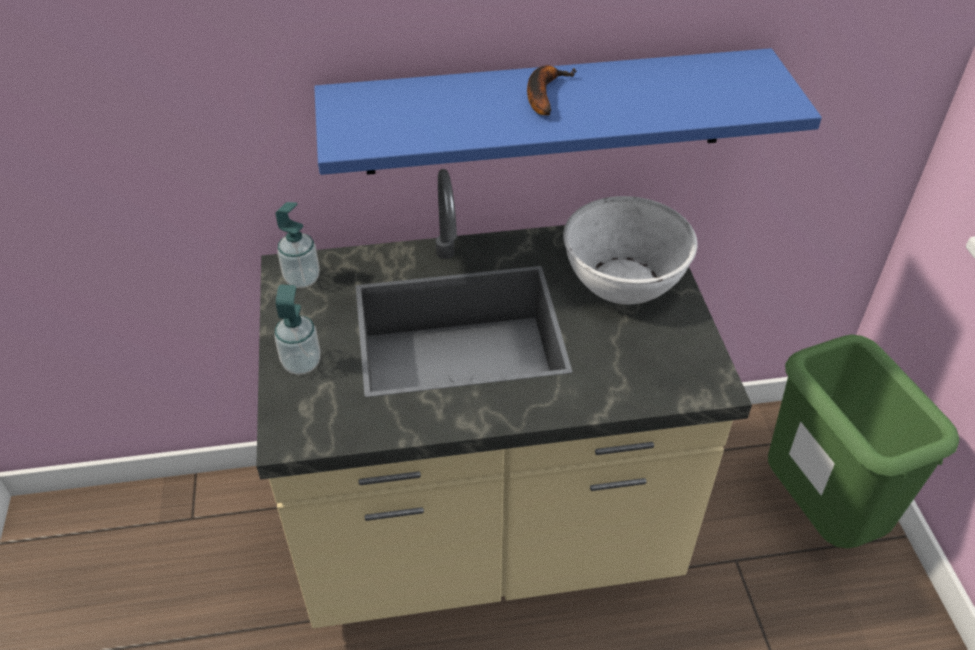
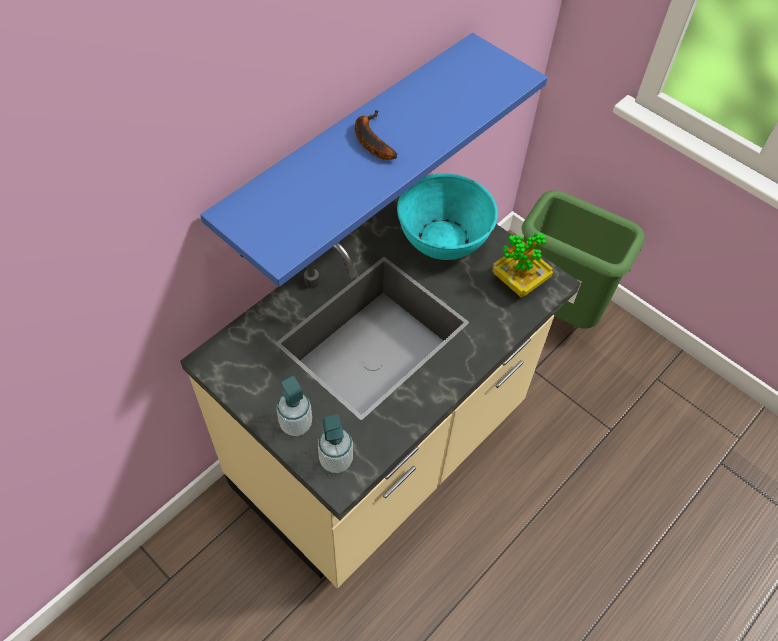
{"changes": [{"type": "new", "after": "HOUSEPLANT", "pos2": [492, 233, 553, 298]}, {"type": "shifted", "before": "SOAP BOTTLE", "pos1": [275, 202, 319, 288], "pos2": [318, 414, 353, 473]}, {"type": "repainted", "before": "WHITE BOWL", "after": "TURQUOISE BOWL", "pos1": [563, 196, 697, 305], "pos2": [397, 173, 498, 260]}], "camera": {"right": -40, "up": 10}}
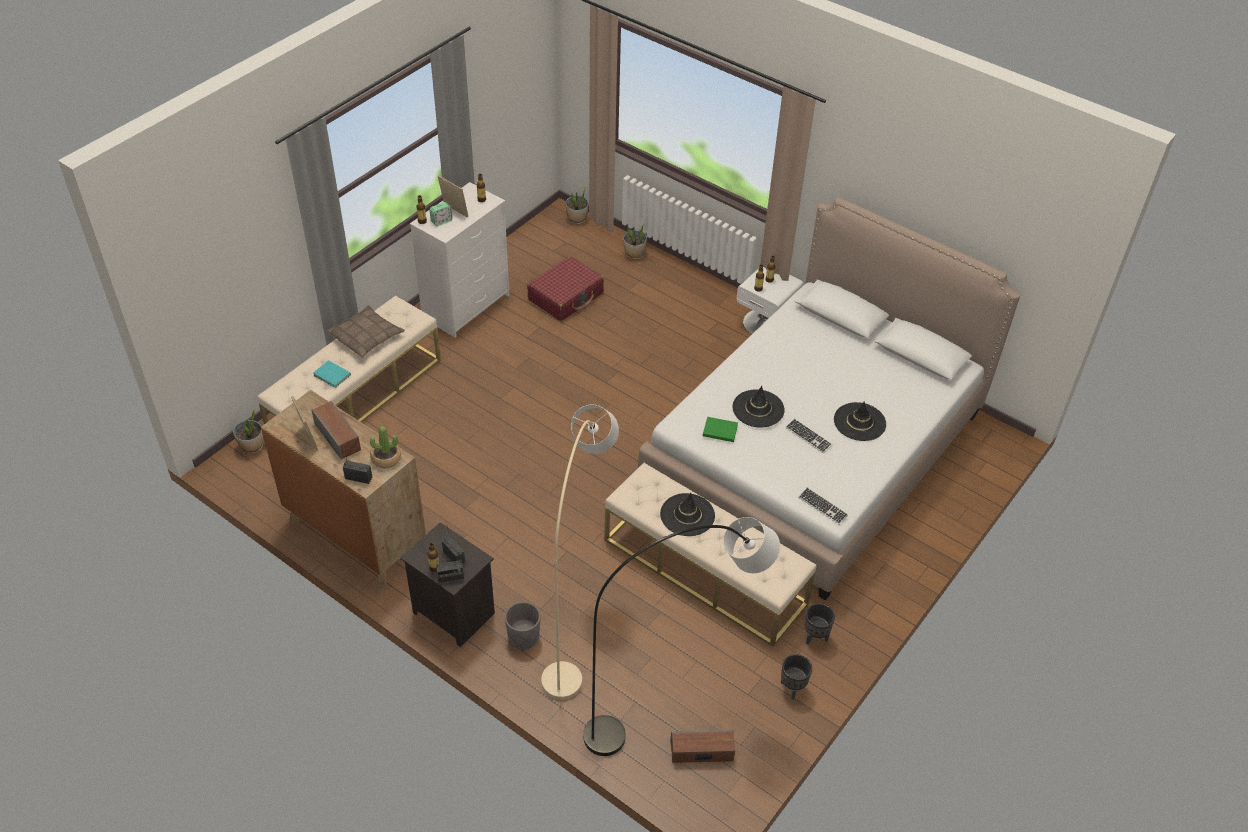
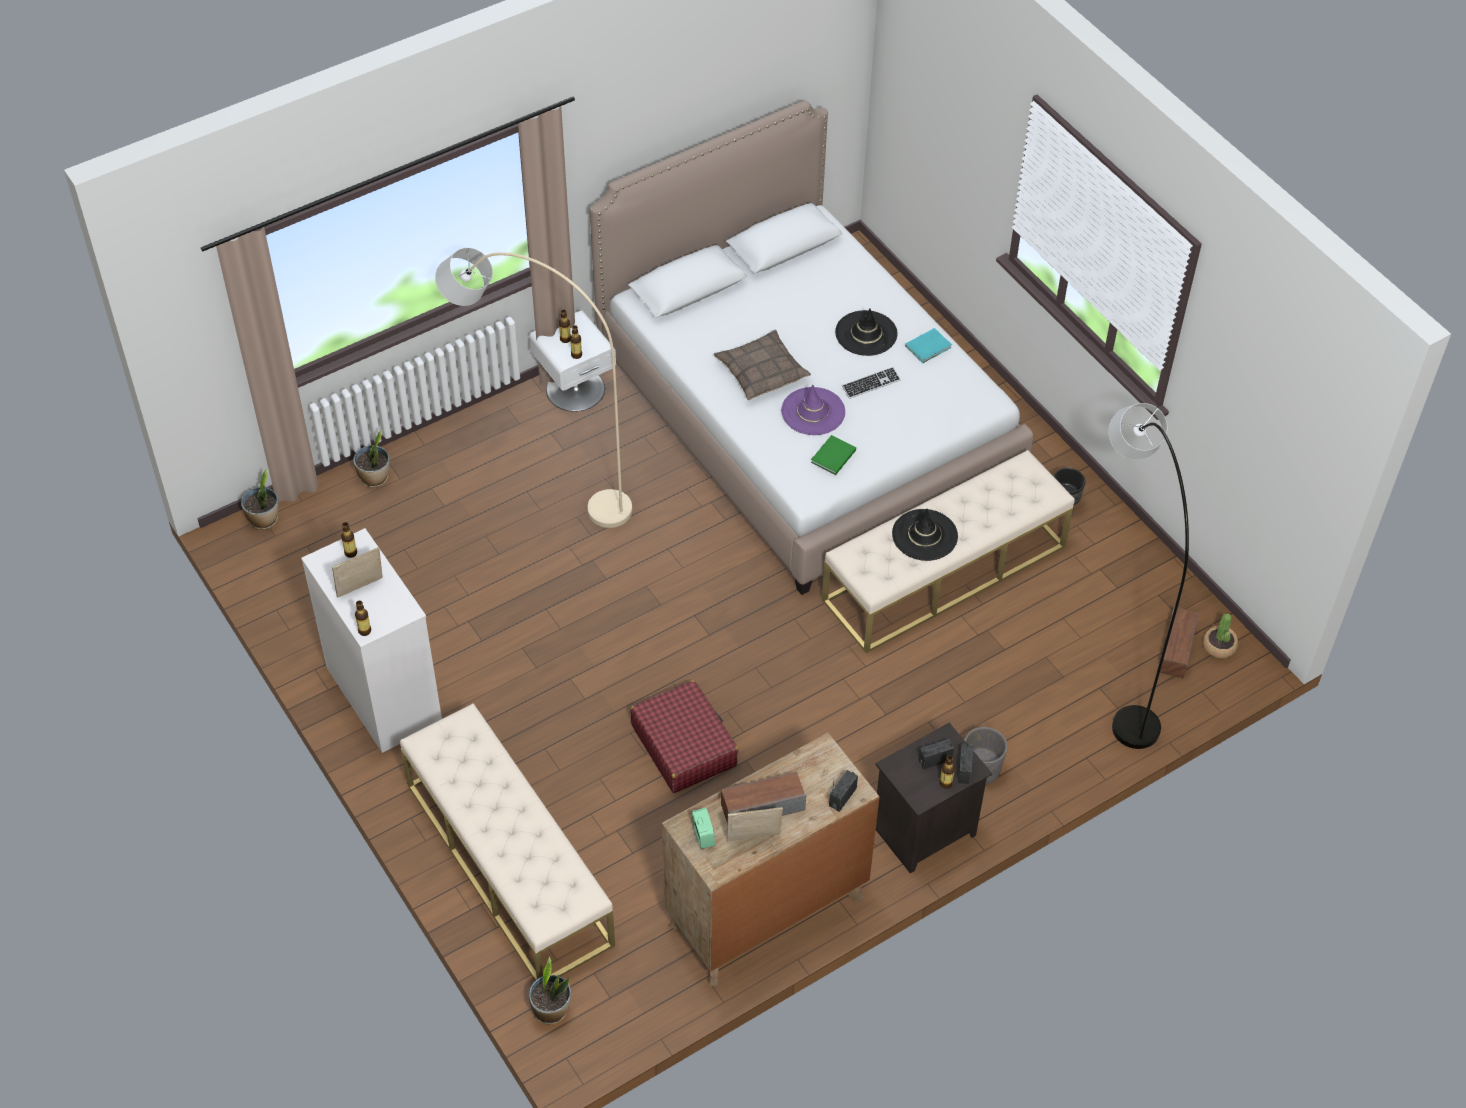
{"changes": [{"type": "gone", "before": "BLACK-COLOURED PLANTER", "pos1": [781, 654, 812, 700]}, {"type": "gone", "before": "KEYBOARD", "pos1": [798, 487, 848, 525]}, {"type": "shifted", "before": "TURQUOISE VOLUME", "pos1": [313, 360, 351, 388], "pos2": [905, 328, 952, 363]}, {"type": "shifted", "before": "PILLOW", "pos1": [326, 305, 405, 358], "pos2": [714, 330, 811, 400]}, {"type": "shifted", "before": "HOUSEPLANT", "pos1": [370, 426, 401, 468], "pos2": [1203, 613, 1238, 659]}, {"type": "shifted", "before": "ALARM CLOCK", "pos1": [429, 202, 452, 226], "pos2": [692, 808, 715, 849]}, {"type": "shifted", "before": "REDDISH TRAVEL CASE", "pos1": [527, 256, 604, 321], "pos2": [630, 680, 739, 793]}, {"type": "shifted", "before": "BEIGE-COLOURED FLOOR LAMP", "pos1": [541, 405, 619, 700], "pos2": [435, 248, 632, 528]}, {"type": "repainted", "before": "BLACK-COLOURED WEARABLE HAT", "after": "PURPLE WEARABLE HAT", "pos1": [732, 386, 785, 428], "pos2": [781, 385, 845, 435]}], "camera": {"right": -70, "up": 5}}
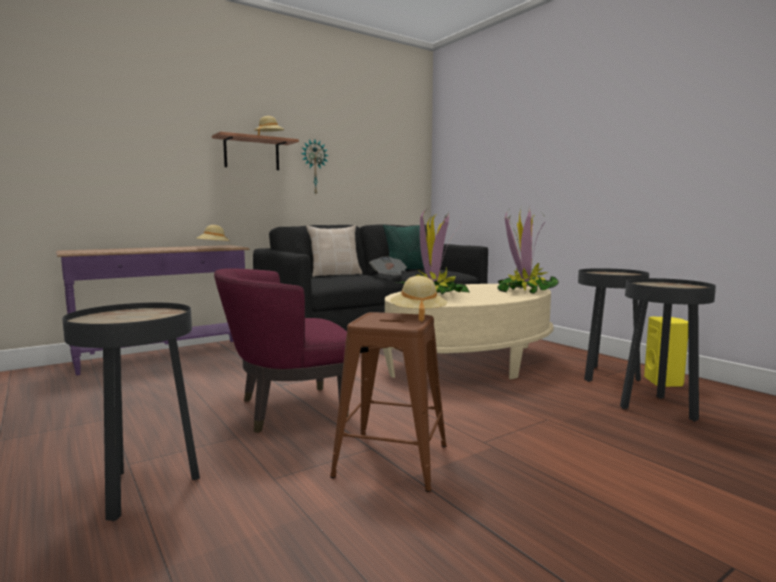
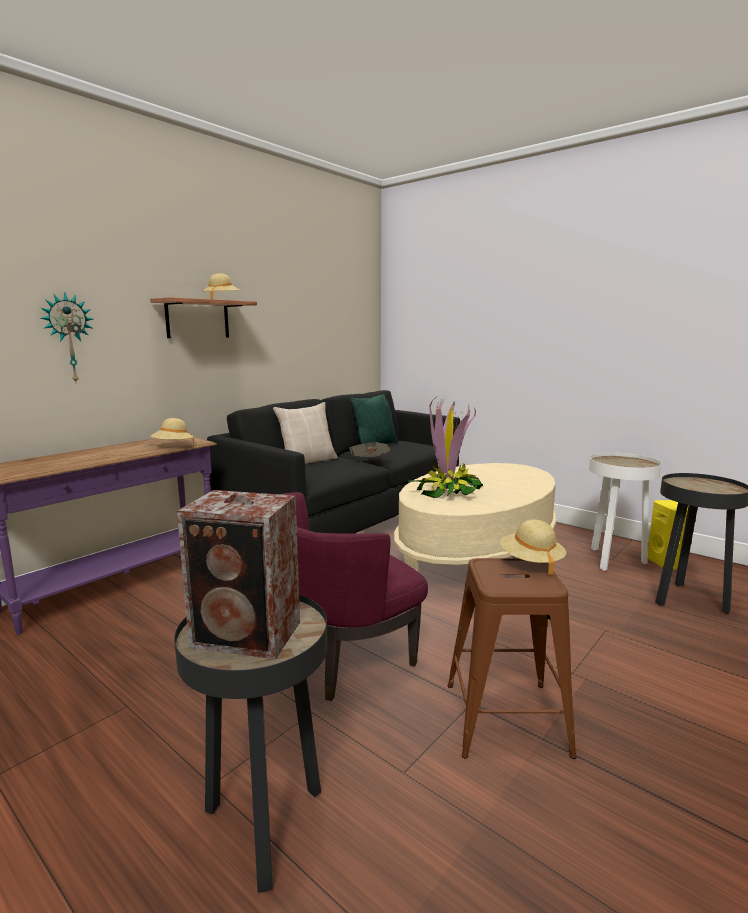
{"changes": [{"type": "gone", "before": "HOUSEPLANT", "pos1": [497, 208, 559, 294]}, {"type": "new", "after": "LOUDSPEAKER", "pos2": [177, 490, 300, 659]}, {"type": "shifted", "before": "HANGING CLOCK", "pos1": [301, 140, 329, 194], "pos2": [41, 293, 93, 384]}, {"type": "repainted", "before": "BLACK-COLOURED ACCENT TABLE", "after": "WHITE ACCENT TABLE", "pos1": [578, 268, 649, 382], "pos2": [589, 452, 662, 571]}], "camera": {"right": -15, "up": 5}}
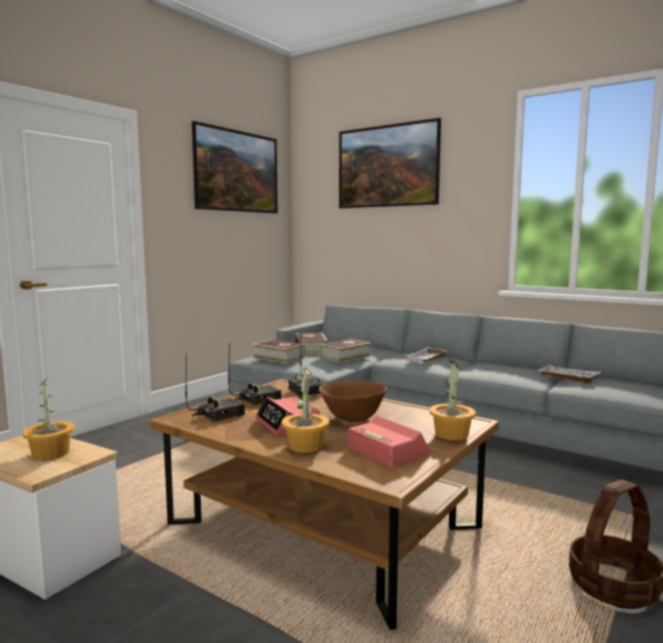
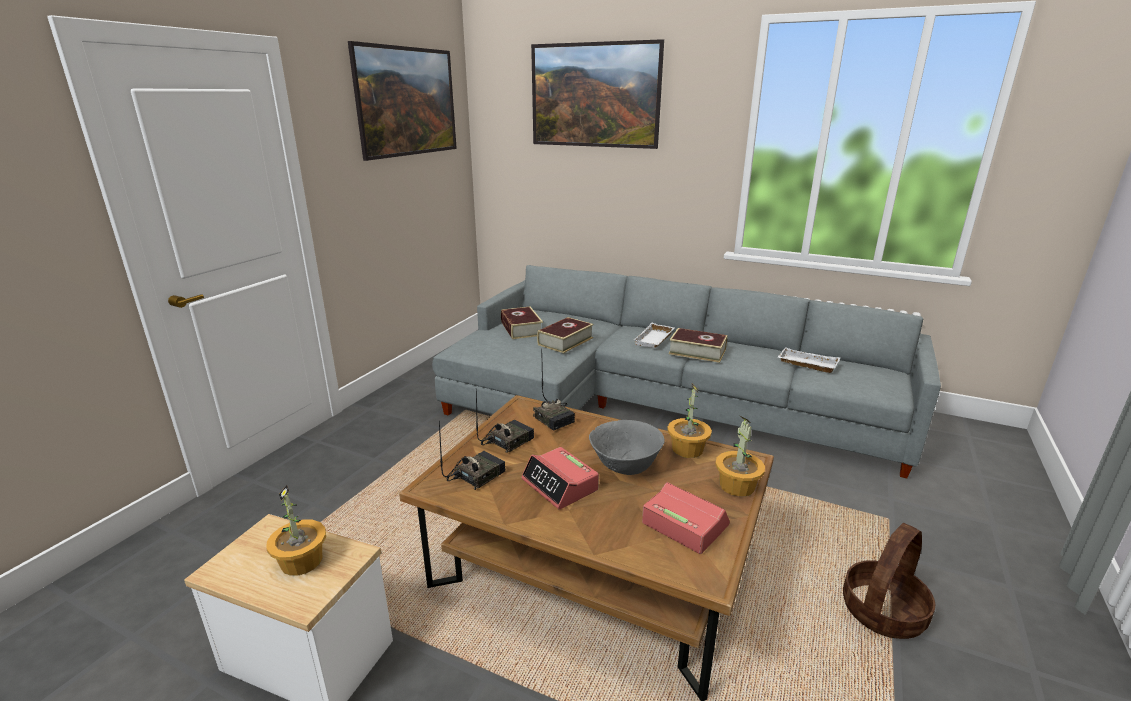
{"changes": [{"type": "shifted", "before": "VOLUME", "pos1": [252, 340, 305, 363], "pos2": [668, 328, 728, 363]}, {"type": "shifted", "before": "HOUSEPLANT", "pos1": [281, 368, 329, 453], "pos2": [667, 384, 712, 458]}, {"type": "repainted", "before": "BROWN BOWL", "after": "GREY BOWL", "pos1": [319, 380, 387, 422], "pos2": [589, 420, 665, 475]}], "camera": {"right": -10, "up": 15}}
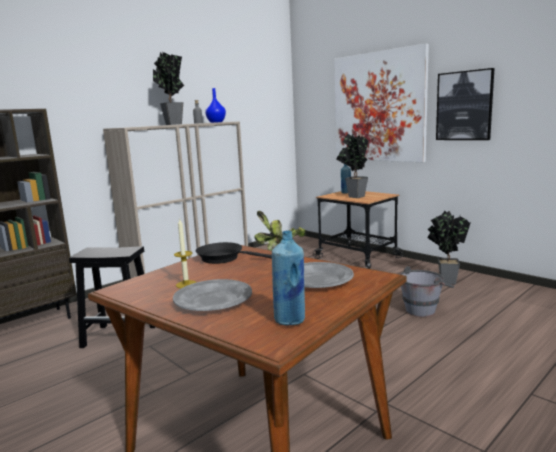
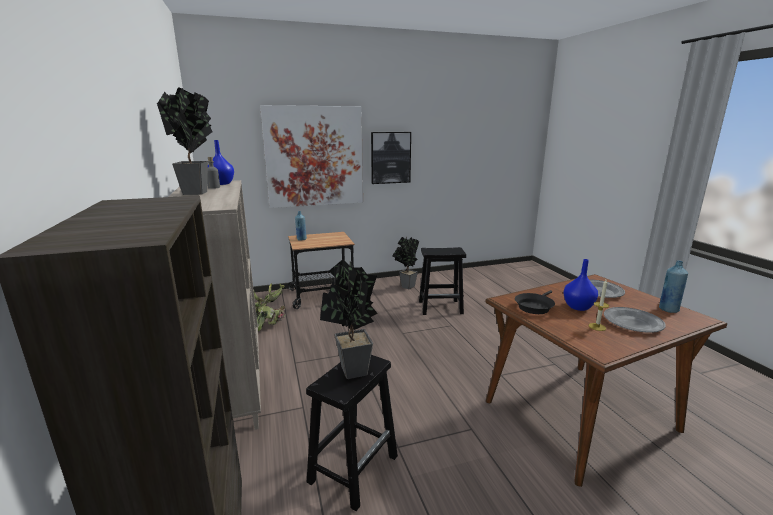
{"changes": [{"type": "new", "after": "BLUE-COLOURED DECORATIVE VASE", "pos2": [563, 259, 598, 311]}, {"type": "shifted", "before": "HOUSEPLANT", "pos1": [336, 133, 369, 198], "pos2": [320, 259, 378, 379]}, {"type": "swapped", "before": "GREY WATER BUCKET", "after": "BLACK-COLOURED SITTING STOOL", "pos1": [400, 266, 454, 317], "pos2": [419, 247, 466, 315]}], "camera": {"right": -65, "up": 5}}
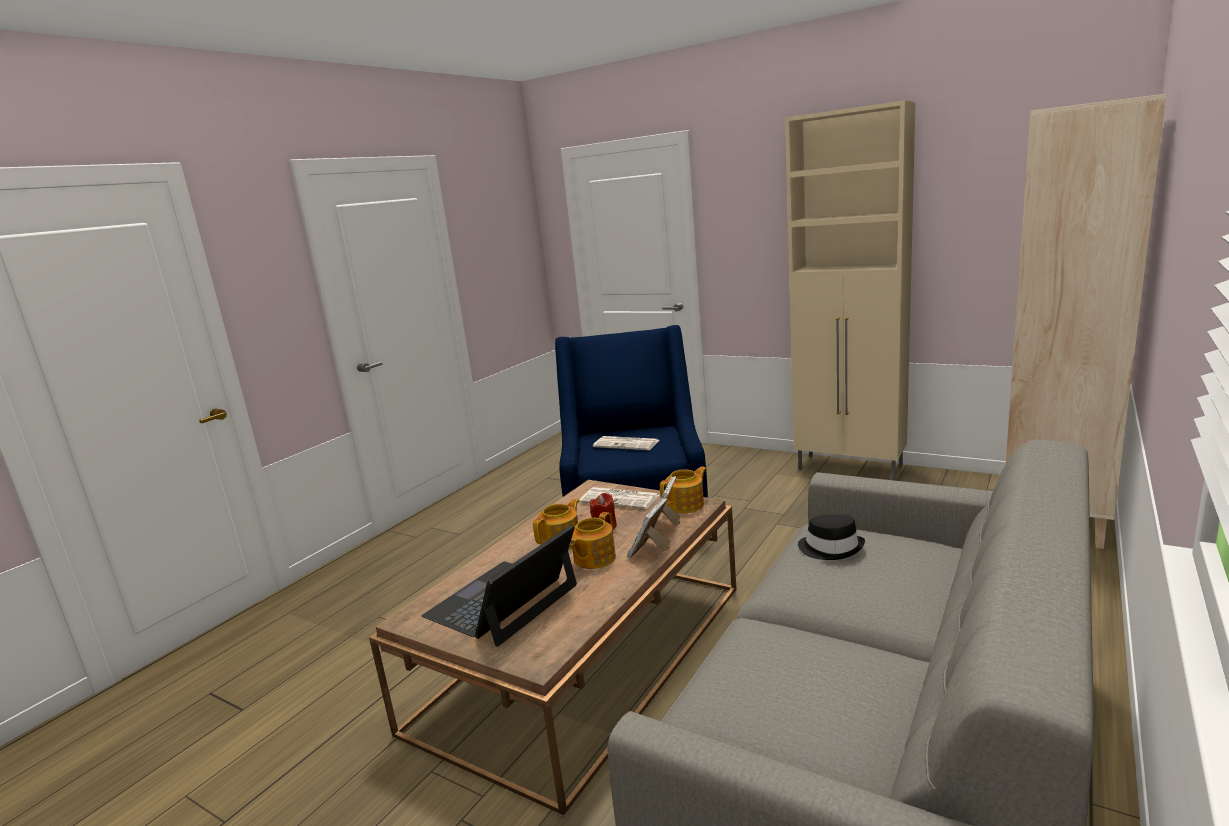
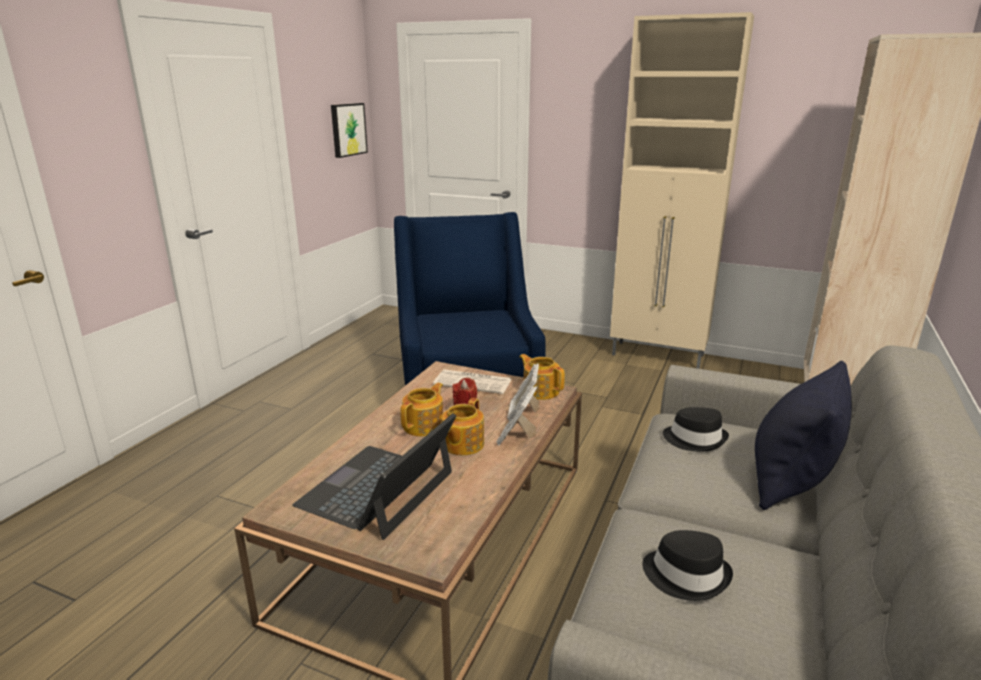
{"changes": [{"type": "gone", "before": "PRINTED PAPER", "pos1": [593, 436, 660, 450]}, {"type": "new", "after": "WALL PICTURE", "pos2": [331, 103, 368, 158]}, {"type": "new", "after": "BLACK-COLOURED WEARABLE HAT", "pos2": [642, 530, 733, 601]}, {"type": "new", "after": "BLACK-COLOURED PILLOW", "pos2": [755, 361, 852, 510]}, {"type": "rotated", "before": "TEAPOT", "pos1": [660, 466, 707, 513], "pos2": [519, 354, 565, 400], "turn": -90}], "camera": {"right": -10, "up": 5}}
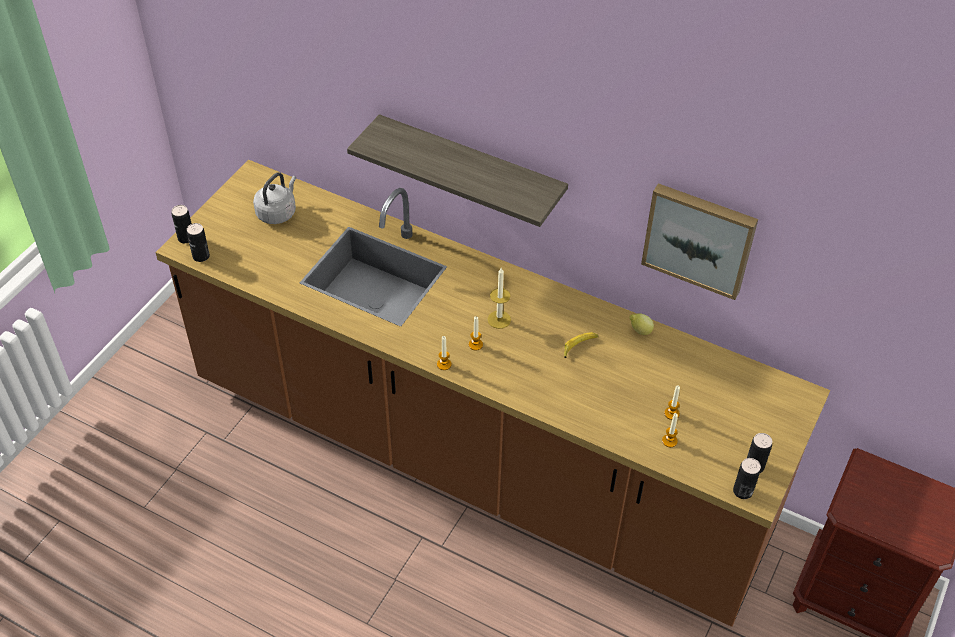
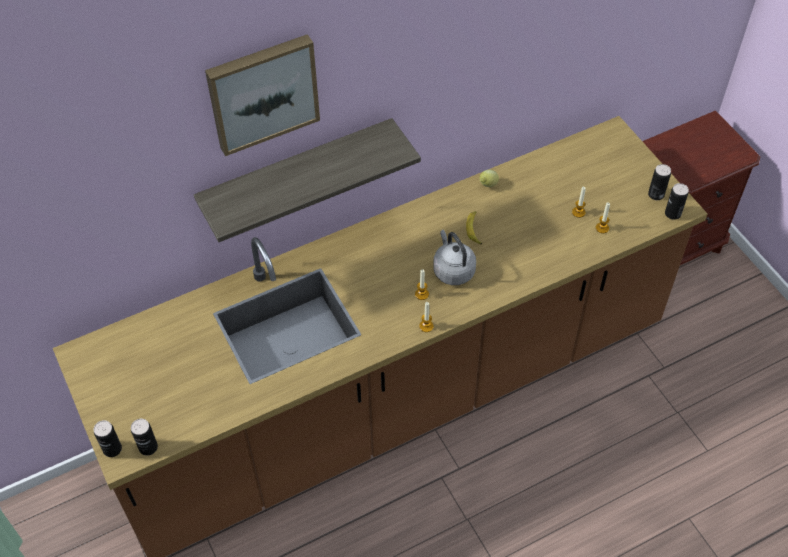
{"changes": [{"type": "gone", "before": "WAX LIGHT", "pos1": [488, 268, 511, 329]}, {"type": "shifted", "before": "GREY WATER KETTLE", "pos1": [253, 172, 296, 224], "pos2": [433, 230, 476, 285]}, {"type": "shifted", "before": "WALL PICTURE", "pos1": [641, 183, 758, 300], "pos2": [205, 34, 320, 156]}], "camera": {"right": -55, "up": 5}}
